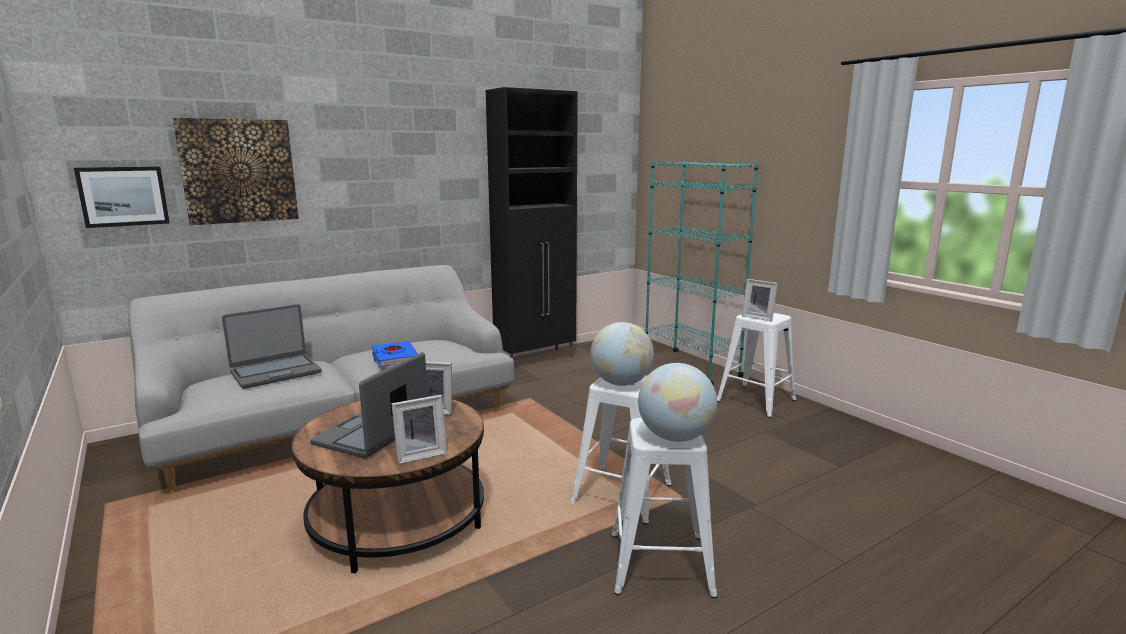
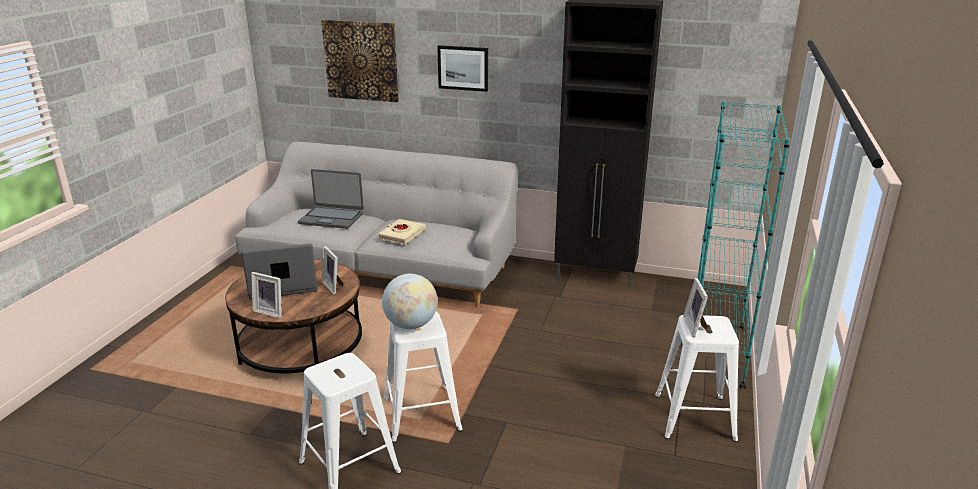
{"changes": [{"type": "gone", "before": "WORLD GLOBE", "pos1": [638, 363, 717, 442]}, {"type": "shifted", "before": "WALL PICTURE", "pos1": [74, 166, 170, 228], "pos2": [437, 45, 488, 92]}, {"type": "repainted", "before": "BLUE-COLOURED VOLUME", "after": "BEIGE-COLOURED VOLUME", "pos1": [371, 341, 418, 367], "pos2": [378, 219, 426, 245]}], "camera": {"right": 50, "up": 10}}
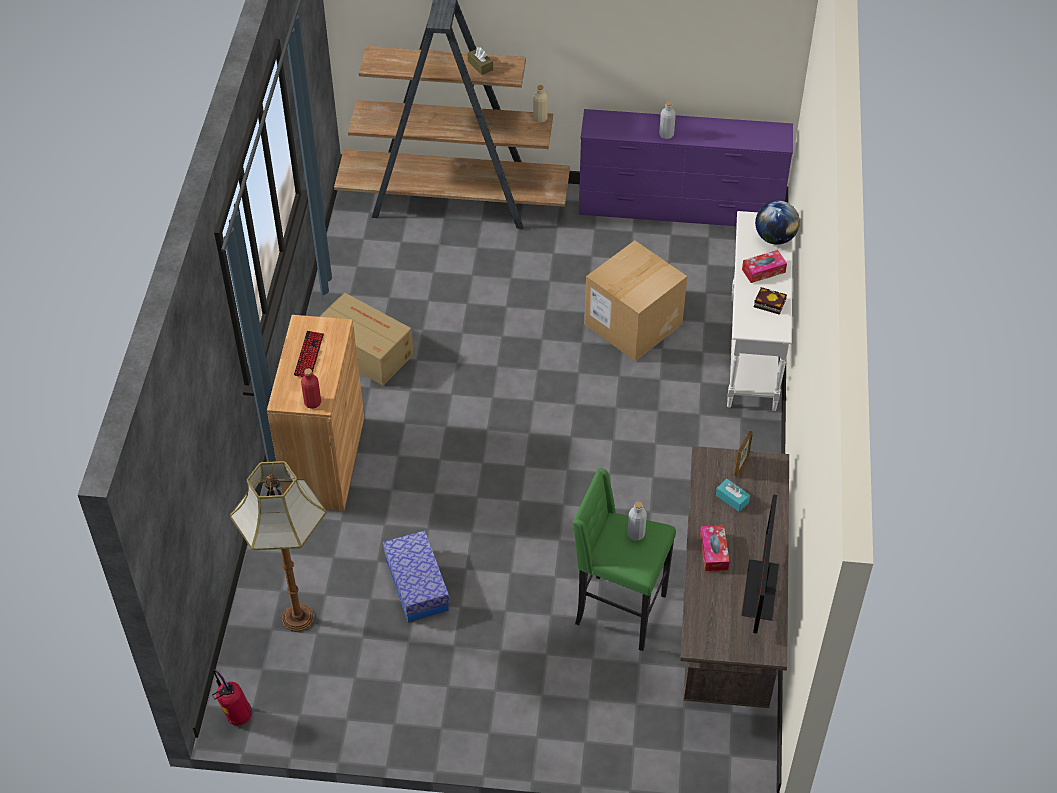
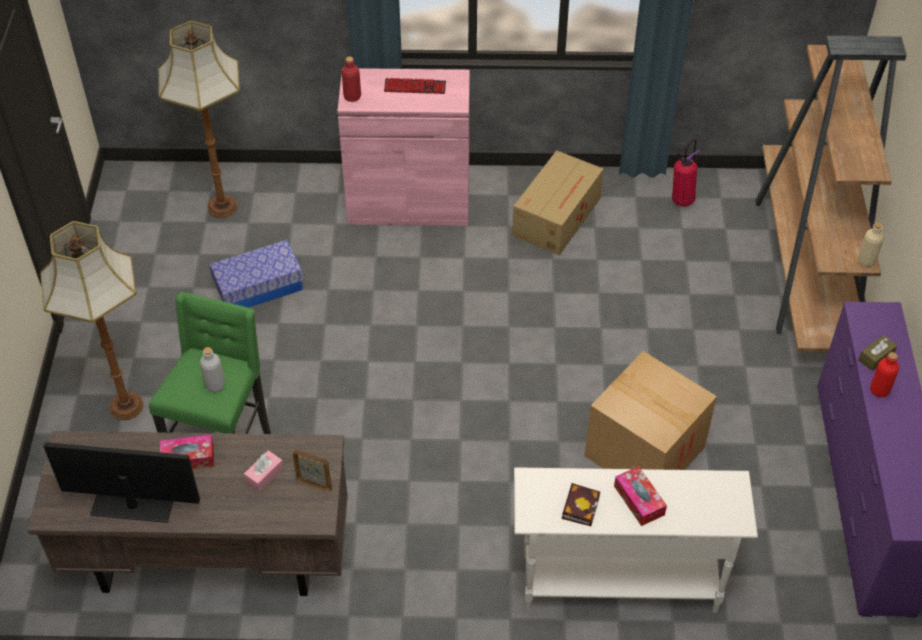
{"changes": [{"type": "gone", "before": "WORLD GLOBE", "pos1": [755, 200, 800, 245]}, {"type": "new", "after": "FLOOR LAMP", "pos2": [40, 221, 143, 420]}, {"type": "shifted", "before": "EXTINGUISHER", "pos1": [212, 670, 252, 726], "pos2": [672, 139, 702, 206]}, {"type": "shifted", "before": "BROWN TISSUE BOX", "pos1": [468, 47, 493, 75], "pos2": [858, 335, 897, 371]}, {"type": "repainted", "before": "BROWN CABINET", "after": "PINK CABINET", "pos1": [267, 315, 364, 511], "pos2": [337, 68, 470, 226]}, {"type": "repainted", "before": "GREY BOTTLE", "after": "REDDISH BOTTLE", "pos1": [659, 101, 676, 139], "pos2": [870, 352, 899, 397]}, {"type": "repainted", "before": "TURQUOISE TISSUE BOX", "after": "PINK TISSUE BOX", "pos1": [716, 479, 750, 512], "pos2": [244, 450, 284, 492]}], "camera": {"right": 85, "up": 0}}
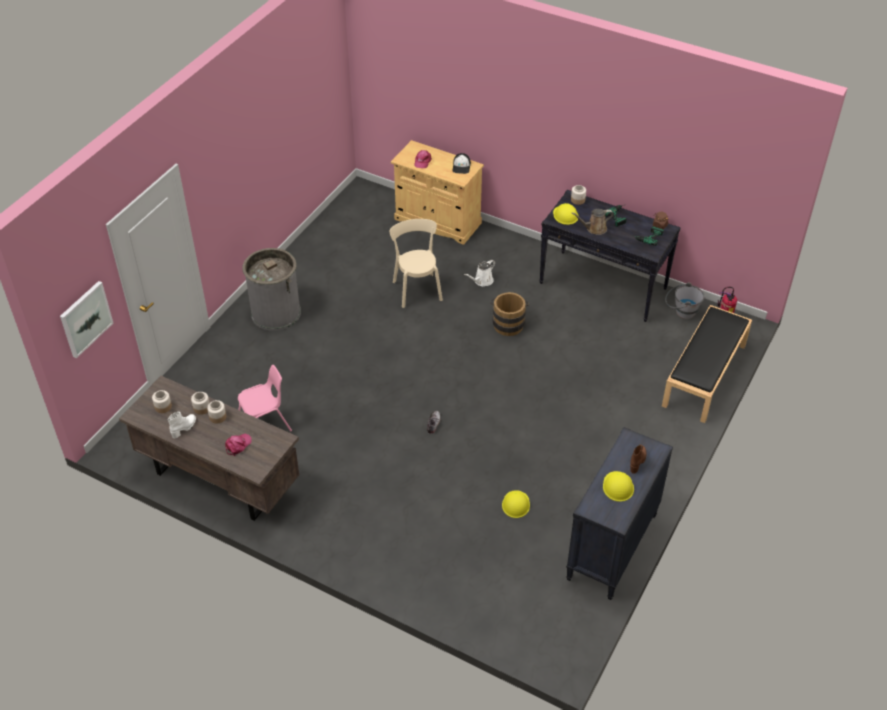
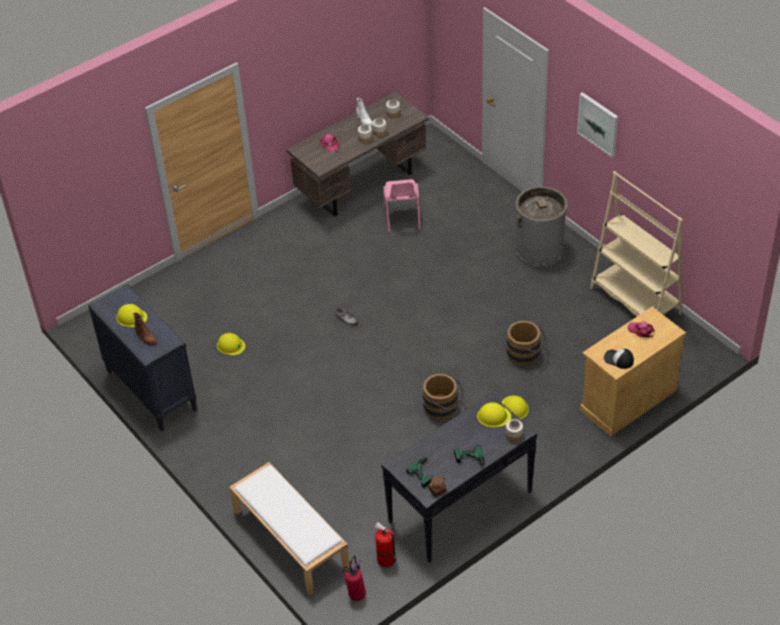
{"changes": [{"type": "gone", "before": "BROWN WATERING POT", "pos1": [572, 209, 613, 235]}, {"type": "new", "after": "BEIGE-COLOURED BOOKCASE", "pos2": [590, 171, 683, 316]}, {"type": "shifted", "before": "WALL PICTURE", "pos1": [60, 281, 113, 358], "pos2": [577, 92, 618, 157]}, {"type": "swapped", "before": "BEIGE-COLOURED CHAIR", "after": "BROWN WATER BUCKET", "pos1": [390, 219, 443, 308], "pos2": [506, 320, 547, 366]}, {"type": "swapped", "before": "WHITE WATERING POT", "after": "YELLOW WORK HELMET", "pos1": [464, 260, 495, 286], "pos2": [502, 396, 529, 419]}, {"type": "swapped", "before": "GREY WATER BUCKET", "after": "EXTINGUISHER", "pos1": [665, 282, 705, 319], "pos2": [375, 522, 397, 567]}, {"type": "repainted", "before": "BLACK-COLOURED INDOOR BENCH", "after": "WHITE INDOOR BENCH", "pos1": [662, 305, 752, 423], "pos2": [229, 462, 350, 595]}], "camera": {"right": 115, "up": 0}}
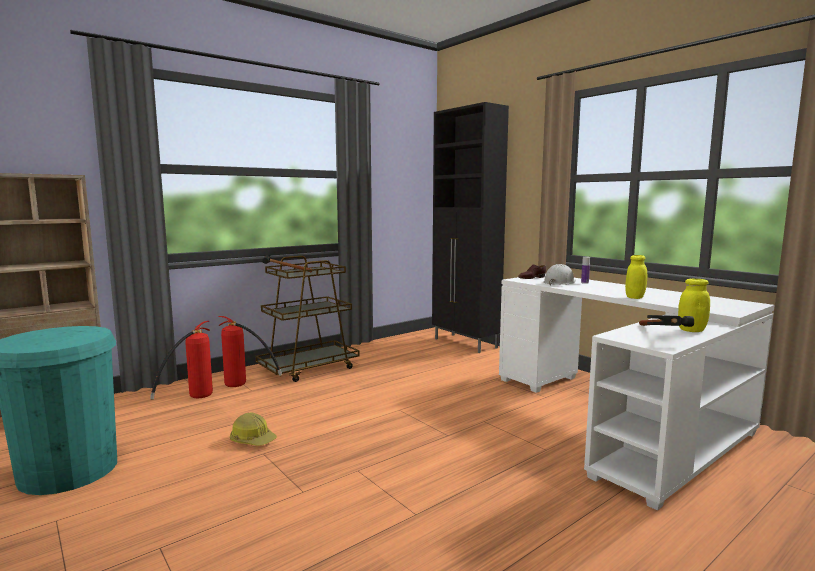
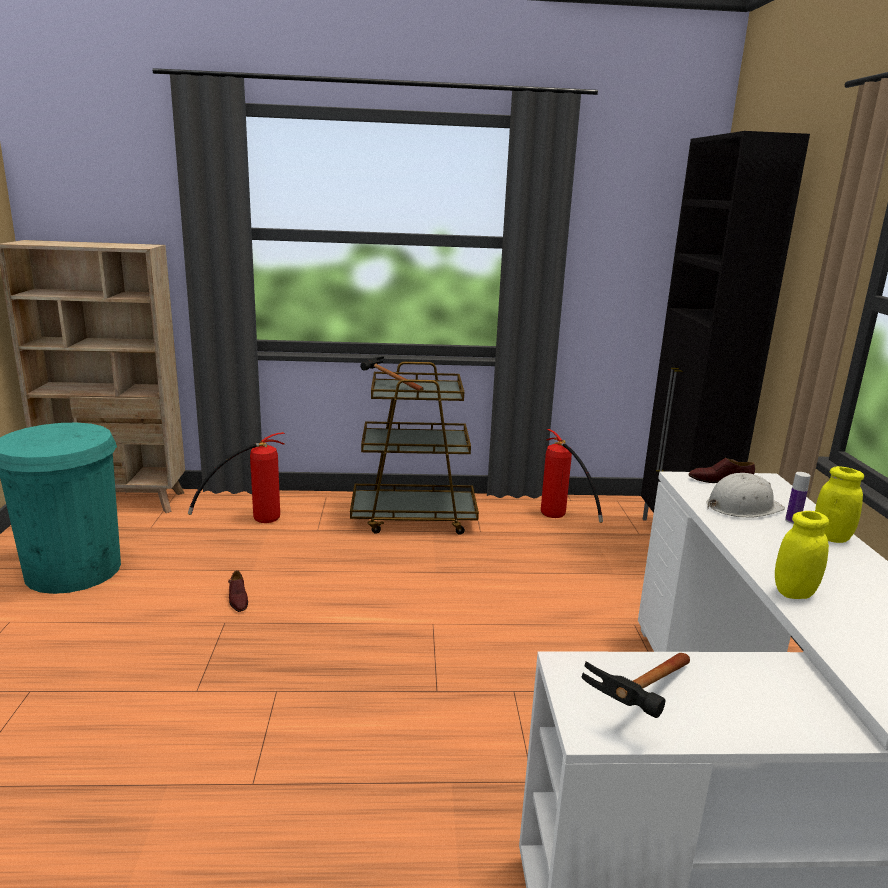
{"changes": [{"type": "shifted", "before": "EXTINGUISHER", "pos1": [218, 316, 282, 387], "pos2": [541, 429, 603, 523]}, {"type": "shifted", "before": "YELLOW STORAGE JAR", "pos1": [678, 279, 710, 332], "pos2": [815, 466, 864, 543]}, {"type": "swapped", "before": "WORK HELMET", "after": "BROWN SHOE", "pos1": [230, 413, 277, 446], "pos2": [228, 570, 248, 612]}], "camera": {"right": 35, "up": 10}}
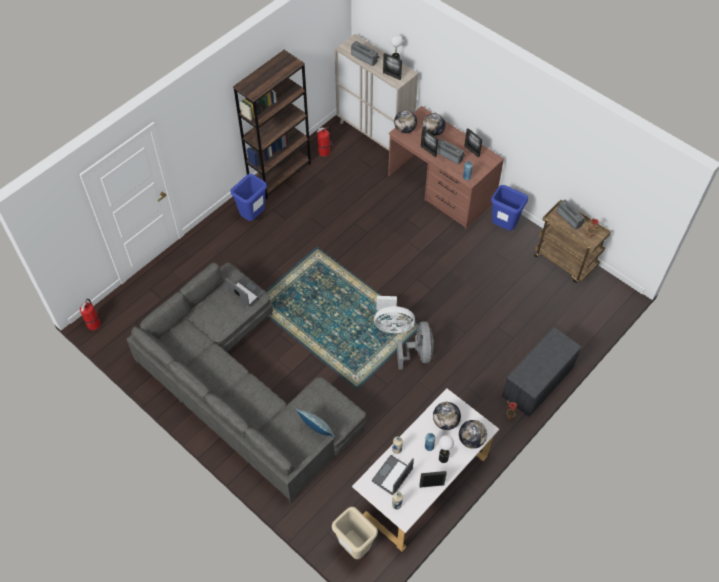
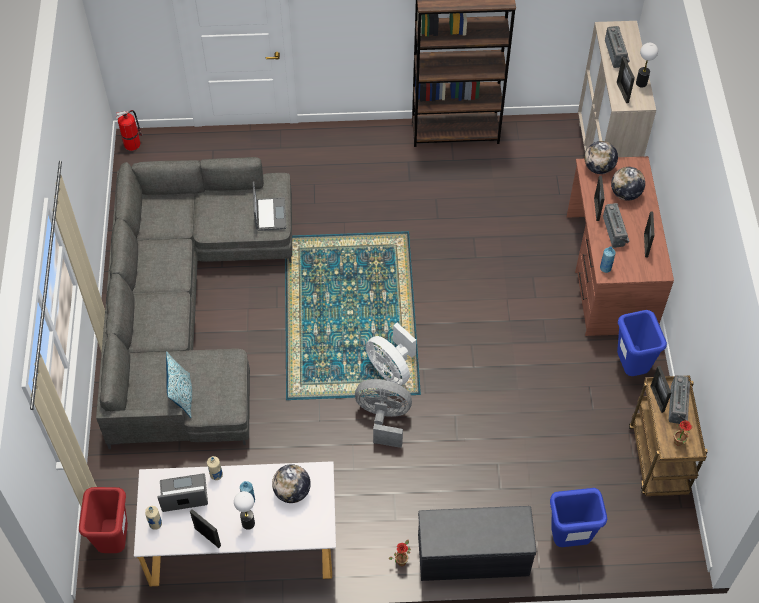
{"changes": [{"type": "gone", "before": "EXTINGUISHER", "pos1": [317, 127, 333, 156]}, {"type": "gone", "before": "WORLD GLOBE", "pos1": [459, 420, 487, 449]}, {"type": "new", "after": "PICTURE FRAME", "pos2": [650, 366, 672, 413]}, {"type": "shifted", "before": "BLUE-COLOURED TRASH CAN", "pos1": [230, 174, 267, 221], "pos2": [550, 488, 607, 547]}, {"type": "repainted", "before": "BEIGE-COLOURED TRASH CAN", "after": "REDDISH TRASH CAN", "pos1": [332, 507, 378, 559], "pos2": [79, 487, 128, 553]}, {"type": "rotated", "before": "GREY FAN", "pos1": [397, 321, 434, 370], "pos2": [355, 379, 412, 448], "turn": -120}], "camera": {"right": 45, "up": 0}}
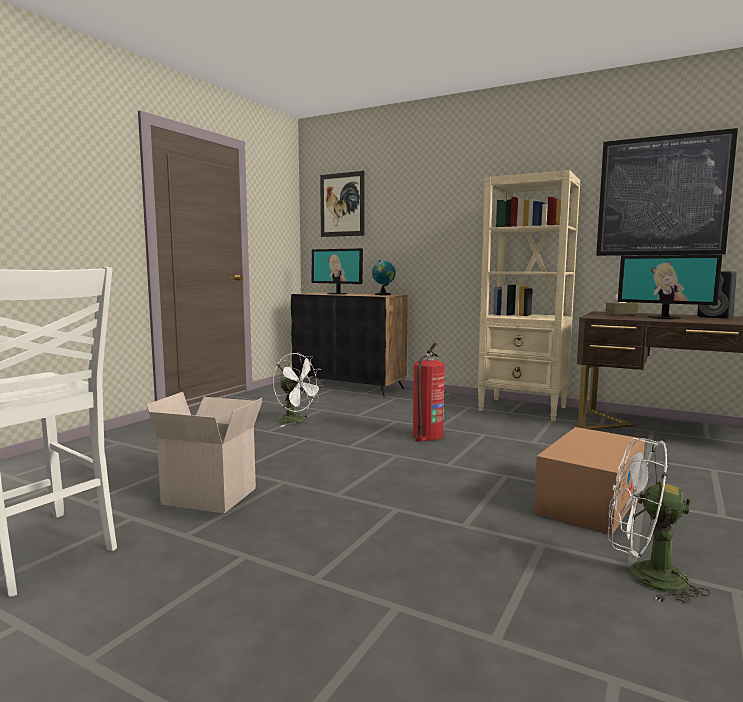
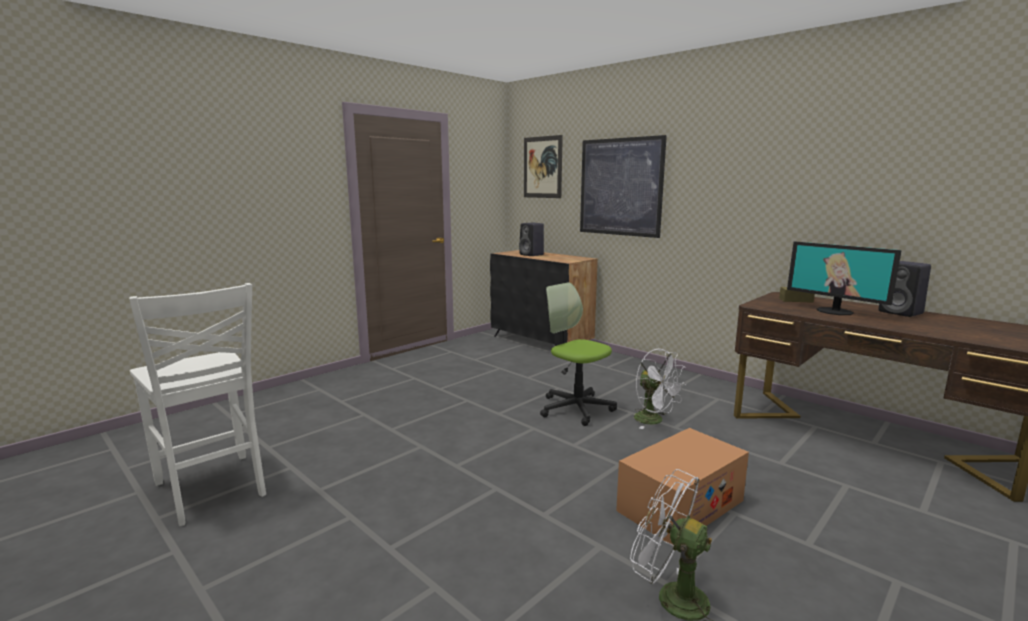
{"changes": [{"type": "gone", "before": "CARDBOARD BOX", "pos1": [146, 392, 262, 514]}, {"type": "gone", "before": "WORLD GLOBE", "pos1": [372, 260, 396, 295]}, {"type": "gone", "before": "BEIGE-COLOURED BOOKCASE", "pos1": [478, 170, 580, 421]}, {"type": "shifted", "before": "WHITE FAN", "pos1": [273, 353, 323, 427], "pos2": [634, 349, 686, 429]}, {"type": "shifted", "before": "WALL PICTURE", "pos1": [596, 128, 738, 256], "pos2": [580, 135, 667, 238]}, {"type": "swapped", "before": "MONITOR", "after": "BLACK-COLOURED LOUDSPEAKER", "pos1": [312, 248, 363, 295], "pos2": [519, 223, 544, 256]}, {"type": "swapped", "before": "EXTINGUISHER", "after": "COMPUTER CHAIR", "pos1": [412, 343, 445, 442], "pos2": [540, 282, 617, 426]}], "camera": {"right": 15, "up": 5}}
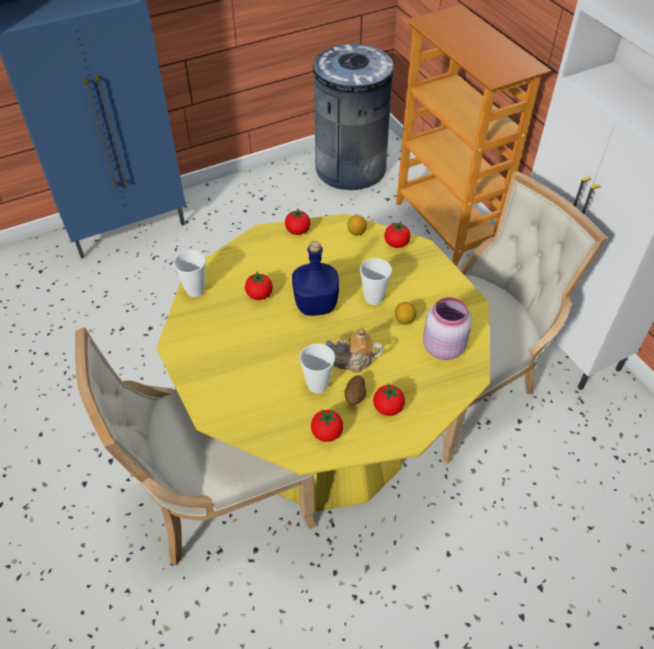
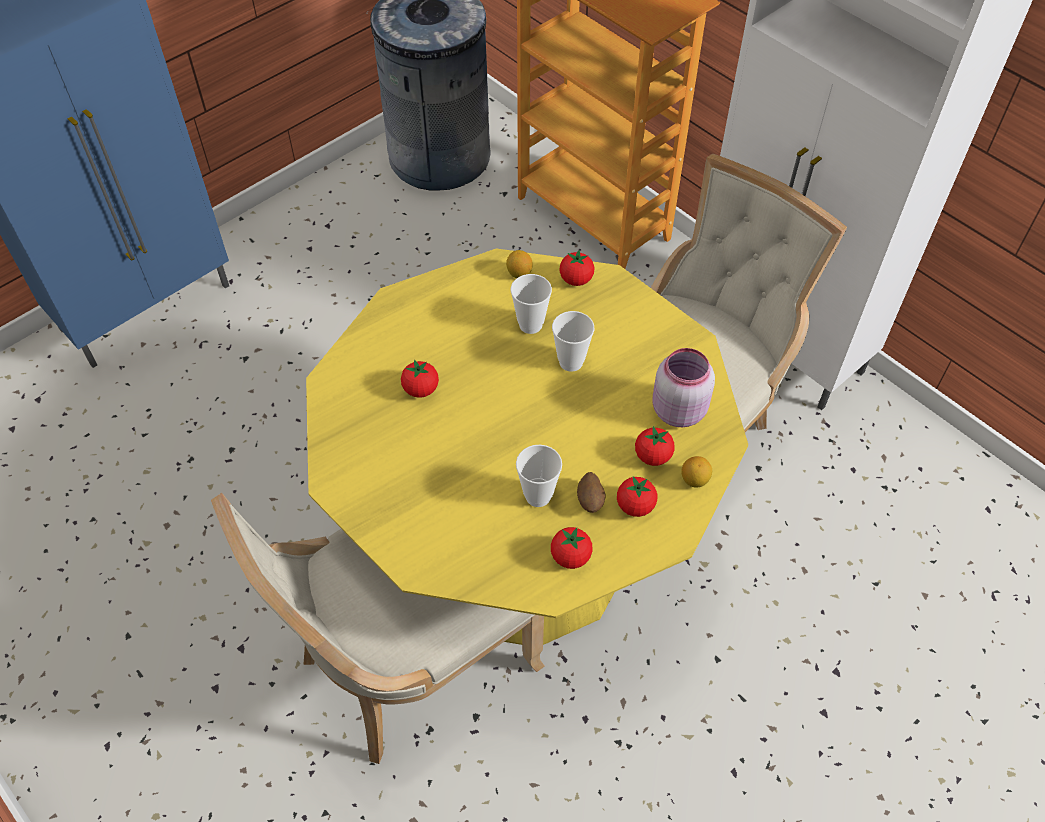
{"changes": [{"type": "gone", "before": "BLUE-COLOURED BOTTLE", "pos1": [292, 241, 339, 316]}, {"type": "gone", "before": "TEAPOT", "pos1": [325, 328, 383, 373]}, {"type": "shifted", "before": "CUP", "pos1": [174, 250, 206, 297], "pos2": [511, 274, 552, 334]}, {"type": "shifted", "before": "FRESH TOMATO", "pos1": [285, 208, 310, 235], "pos2": [635, 426, 675, 466]}, {"type": "shifted", "before": "LEMON", "pos1": [395, 302, 417, 325], "pos2": [681, 456, 712, 488]}], "camera": {"right": -15, "up": 5}}
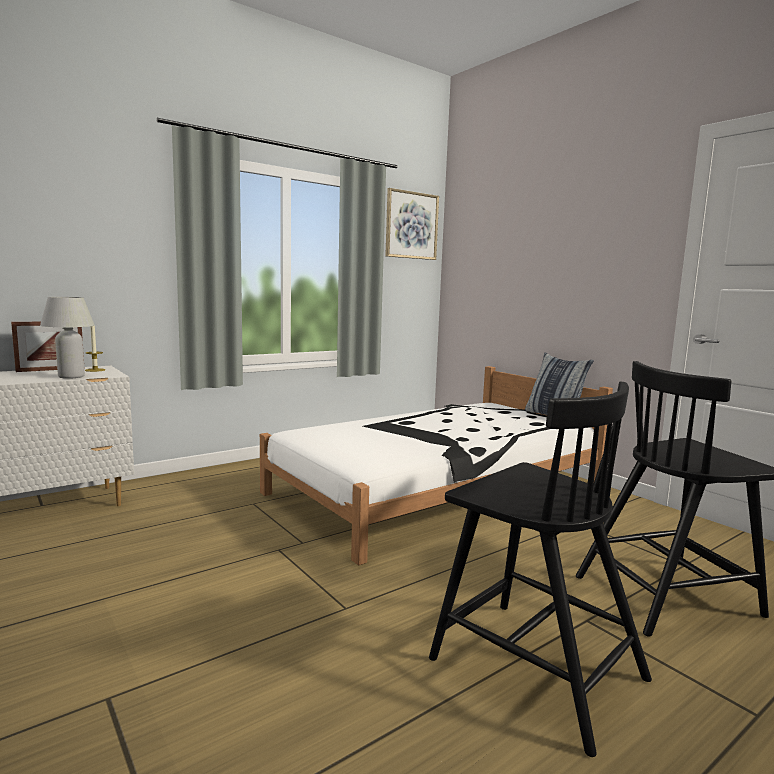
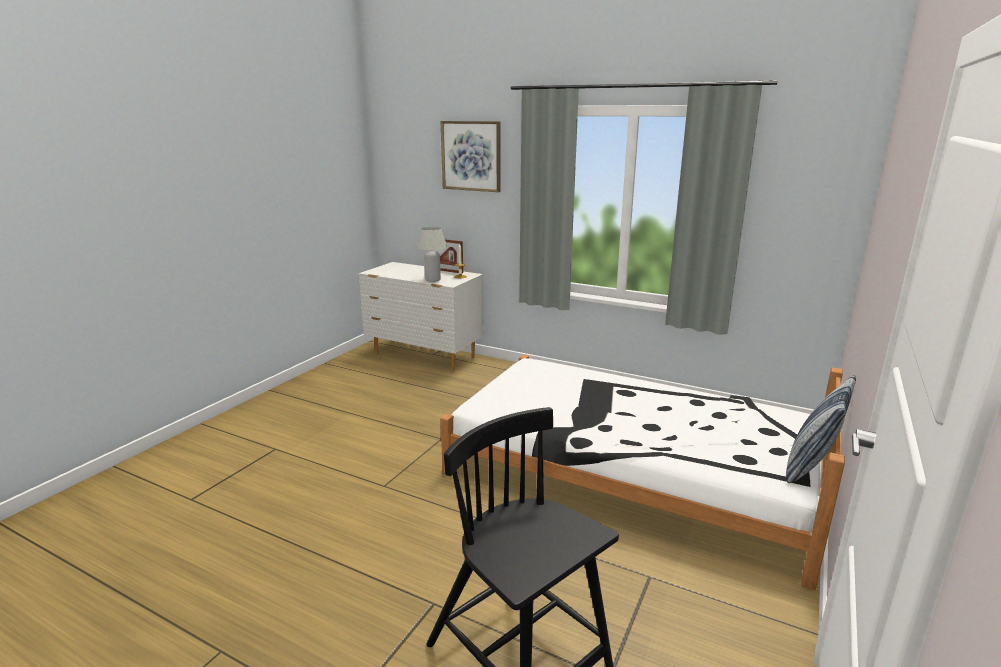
{"changes": [{"type": "gone", "before": "BLACK-COLOURED CHAIR", "pos1": [429, 381, 652, 757]}, {"type": "shifted", "before": "WALL PICTURE", "pos1": [385, 188, 439, 260], "pos2": [440, 121, 500, 192]}], "camera": {"right": 65, "up": 10}}
